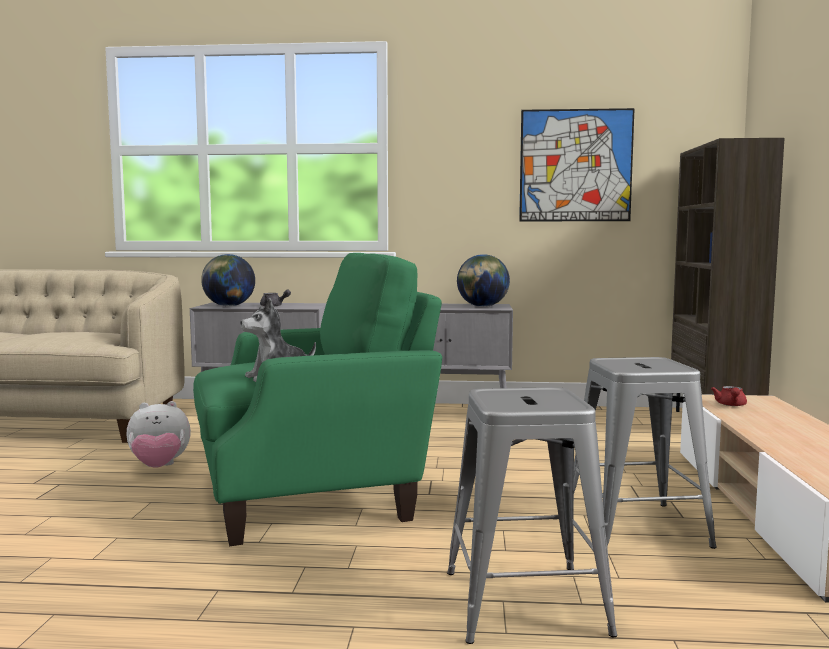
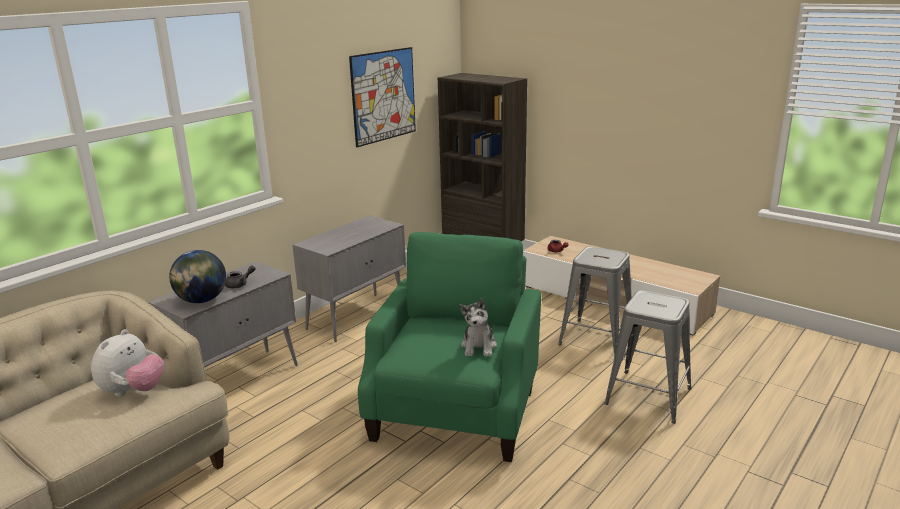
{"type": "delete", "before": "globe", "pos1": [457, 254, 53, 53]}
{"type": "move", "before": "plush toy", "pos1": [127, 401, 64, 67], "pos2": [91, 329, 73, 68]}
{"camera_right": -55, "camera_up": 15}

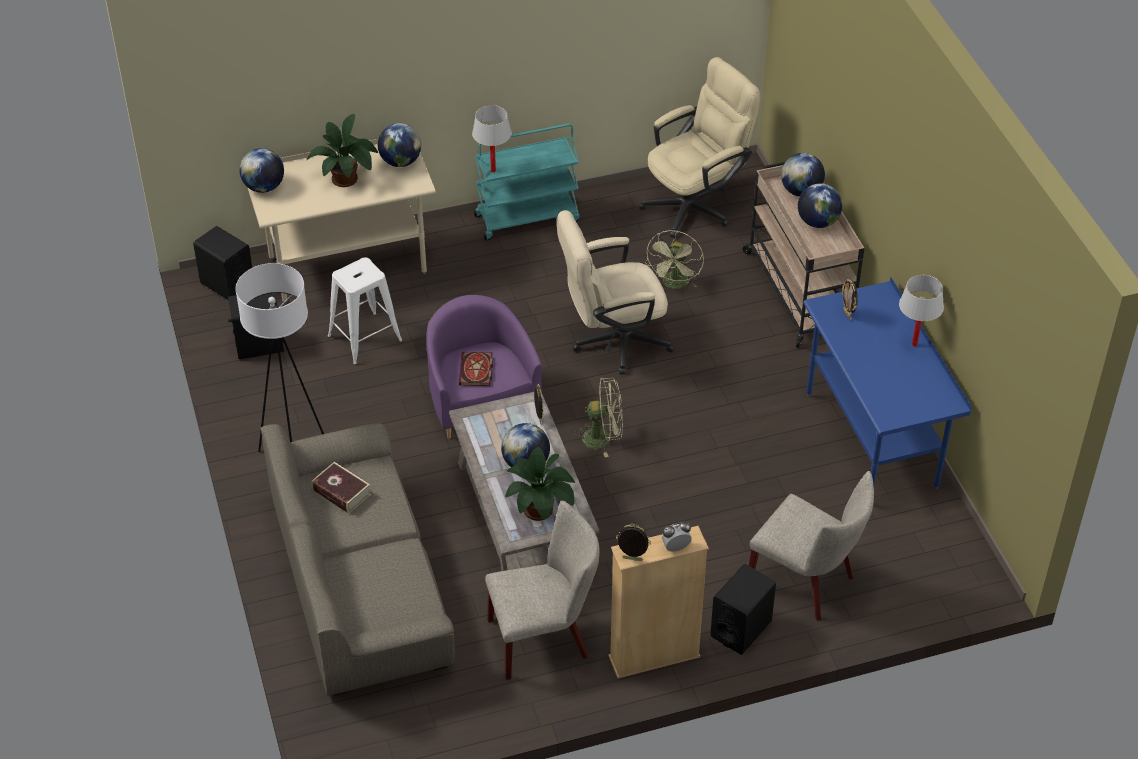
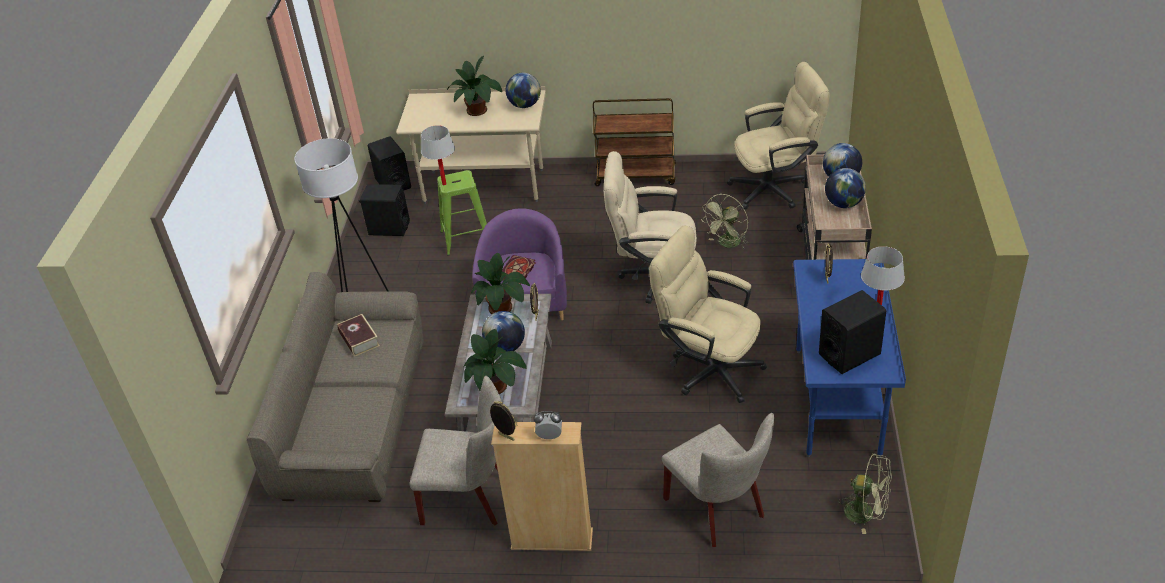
{"type": "move", "before": "white table lamp", "pos1": [472, 105, 40, 67], "pos2": [421, 125, 34, 60]}
{"type": "recolor", "before": "turquoise cart", "after": "brown cart", "pos1": [474, 124, 106, 116], "pos2": [593, 98, 83, 88]}
{"type": "delete", "before": "globe", "pos1": [239, 148, 45, 45]}
{"type": "recolor", "before": "white stool", "after": "green stool", "pos1": [328, 257, 75, 108], "pos2": [437, 170, 50, 86]}
{"type": "move", "before": "green fan", "pos1": [574, 378, 49, 80], "pos2": [838, 453, 54, 81]}
{"type": "move", "before": "black speaker", "pos1": [710, 564, 66, 91], "pos2": [819, 290, 67, 84]}
{"type": "insert", "after": "beige office chair", "pos2": [649, 225, 118, 178]}
{"type": "insert", "after": "potted plant", "pos2": [471, 253, 59, 61]}
{"camera_right": 25, "camera_up": -5}

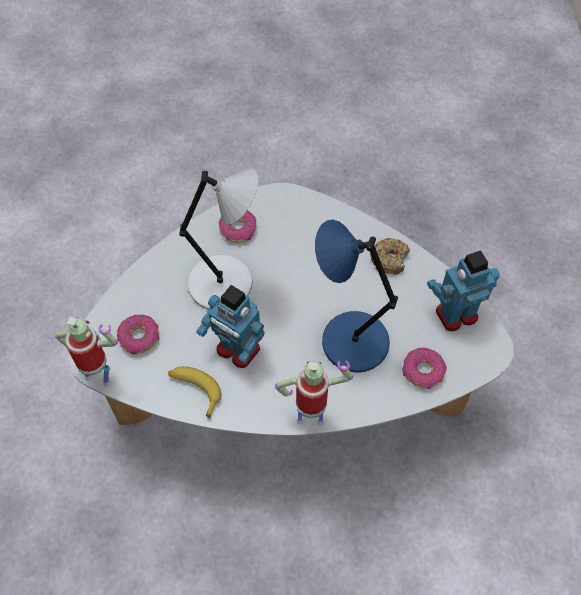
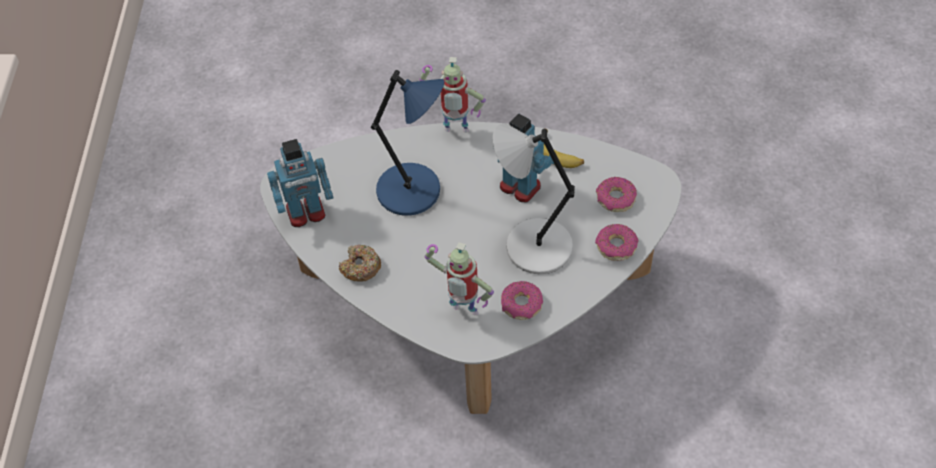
{"type": "move", "before": "toy robot", "pos1": [55, 317, 63, 70], "pos2": [425, 242, 69, 73]}
{"type": "move", "before": "donut", "pos1": [402, 348, 45, 41], "pos2": [595, 224, 44, 37]}
{"camera_right": -175, "camera_up": -5}

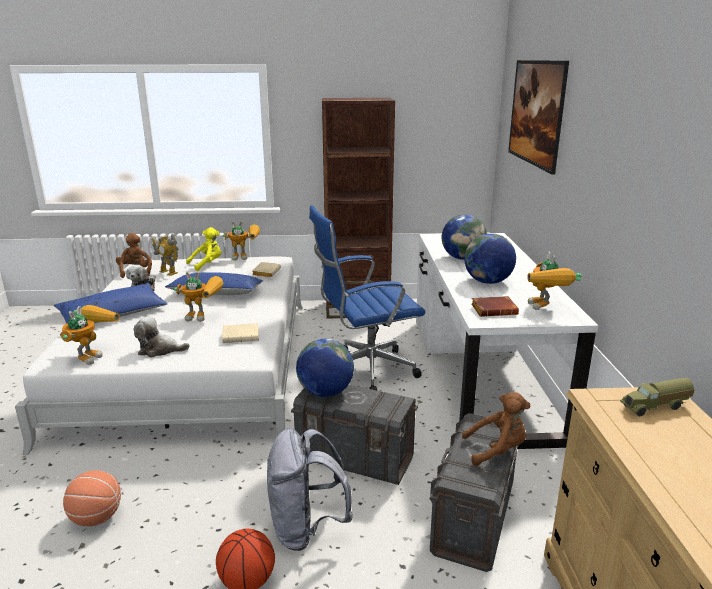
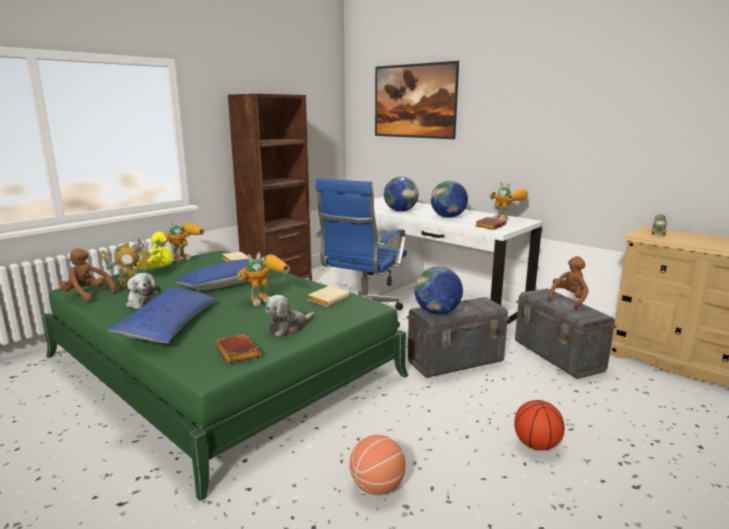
{"type": "rotate", "before": "yellow plush toy", "pos1": [186, 227, 35, 44], "pos2": [133, 231, 40, 44], "turn": 90}
{"type": "recolor", "before": "white bed", "after": "green bed", "pos1": [15, 256, 288, 199], "pos2": [42, 251, 366, 250]}
{"type": "replace", "before": "toy robot", "after": "brown book", "pos1": [60, 305, 60, 60], "pos2": [215, 334, 46, 29]}
{"type": "delete", "before": "grey backpack", "pos1": [267, 428, 86, 123]}
{"camera_right": -45, "camera_up": -5}

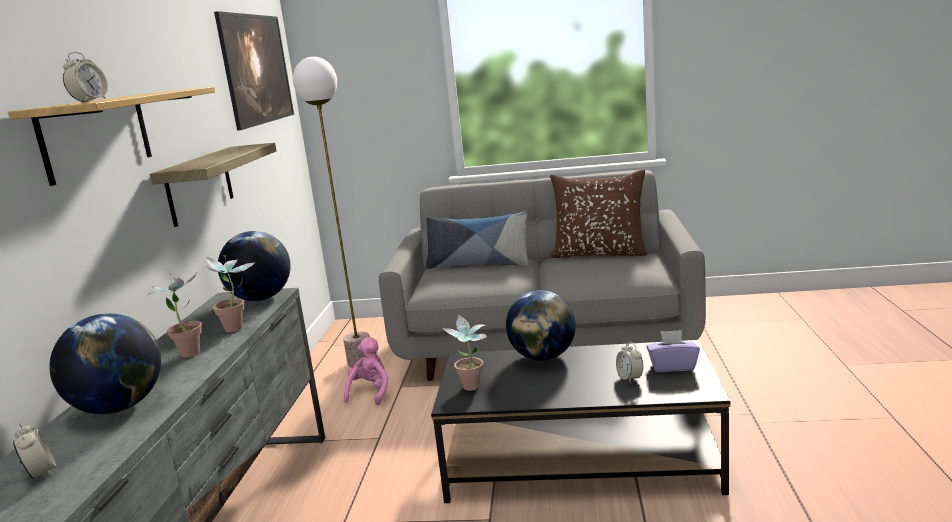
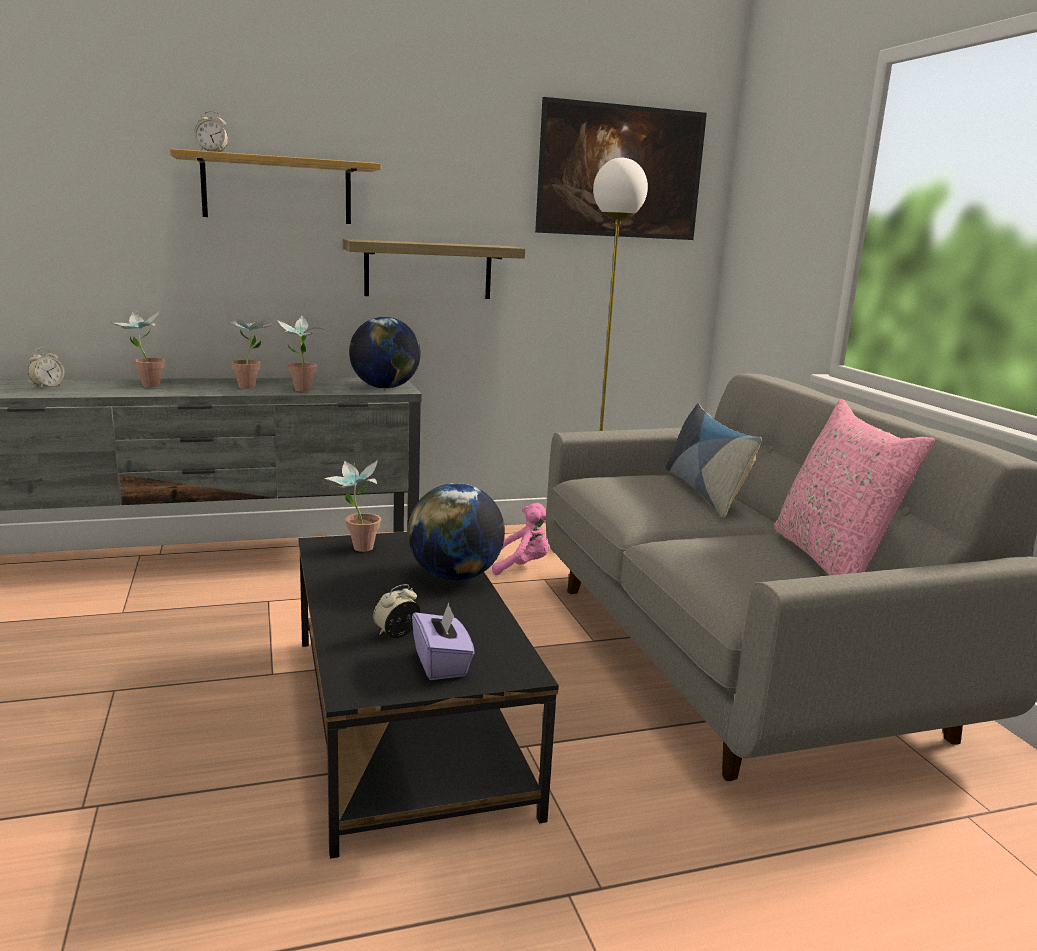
{"type": "recolor", "before": "brown pillow", "after": "pink pillow", "pos1": [550, 170, 98, 88], "pos2": [774, 399, 161, 176]}
{"type": "replace", "before": "globe", "after": "potted plant", "pos1": [49, 313, 112, 101], "pos2": [110, 310, 55, 77]}
{"camera_right": 65, "camera_up": 0}

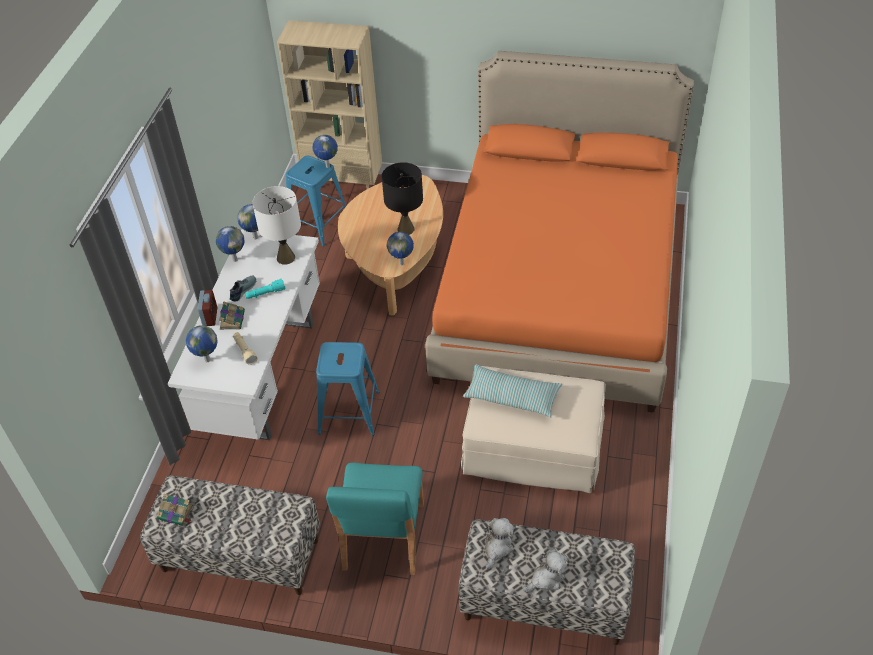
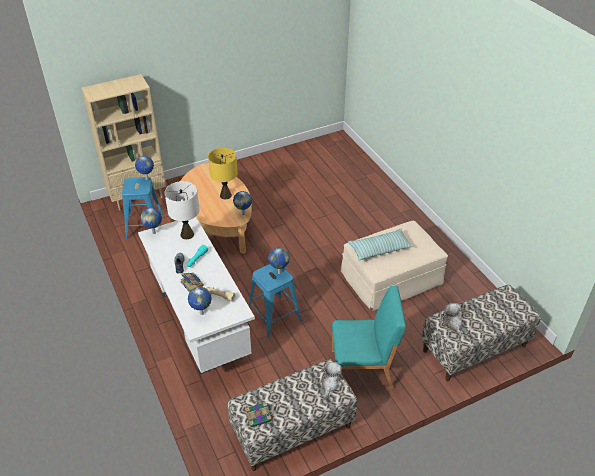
{"type": "delete", "before": "orange bed", "pos1": [425, 51, 269, 362]}
{"type": "recolor", "before": "black table lamp", "after": "yellow table lamp", "pos1": [382, 162, 41, 73], "pos2": [208, 148, 30, 51]}
{"type": "move", "before": "globe", "pos1": [216, 226, 28, 36], "pos2": [268, 248, 22, 26]}
{"type": "delete", "before": "alarm clock", "pos1": [198, 290, 19, 36]}
{"type": "rotate", "before": "turquoise chair", "pos1": [326, 463, 98, 112], "pos2": [332, 286, 74, 103], "turn": -60}
{"type": "move", "before": "plush toy", "pos1": [523, 549, 45, 44], "pos2": [321, 362, 21, 36]}
{"camera_right": -40, "camera_up": -5}

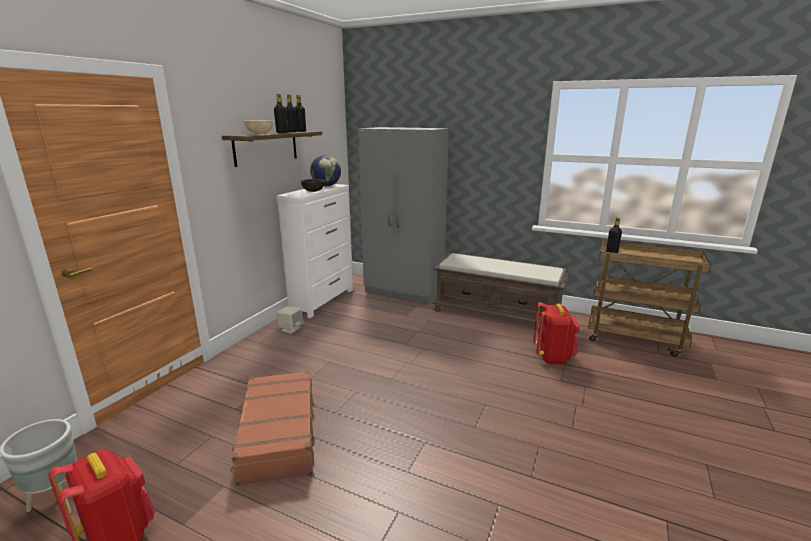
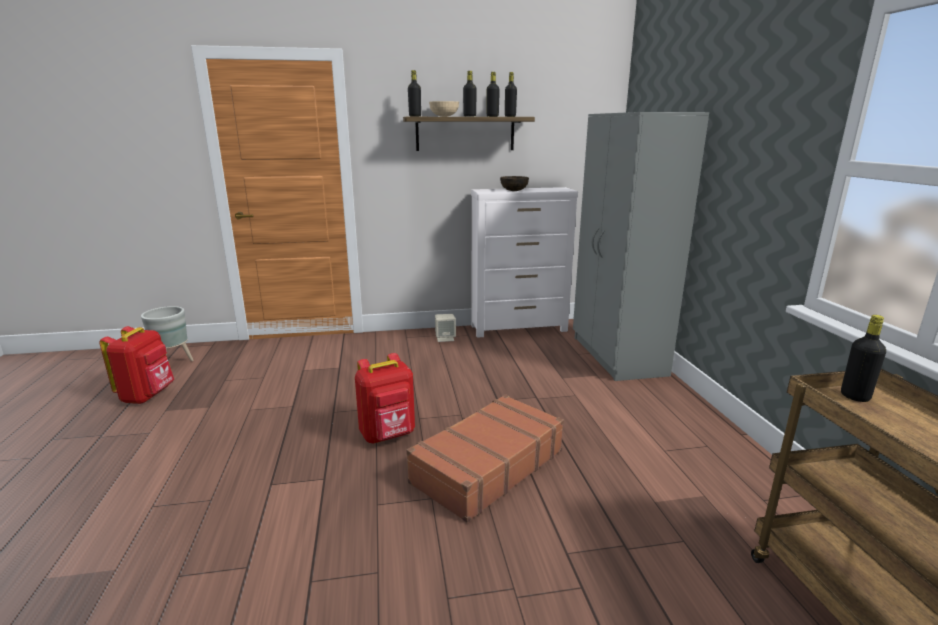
{"type": "delete", "before": "globe", "pos1": [310, 155, 31, 31]}
{"type": "delete", "before": "brown bench", "pos1": [433, 253, 136, 71]}
{"type": "move", "before": "red backpack", "pos1": [533, 302, 46, 63], "pos2": [355, 353, 60, 91]}
{"type": "move", "before": "brown suitcase", "pos1": [230, 371, 84, 115], "pos2": [406, 394, 158, 129]}
{"type": "insert", "after": "black bottle", "pos2": [408, 70, 13, 47]}
{"camera_right": 55, "camera_up": 0}

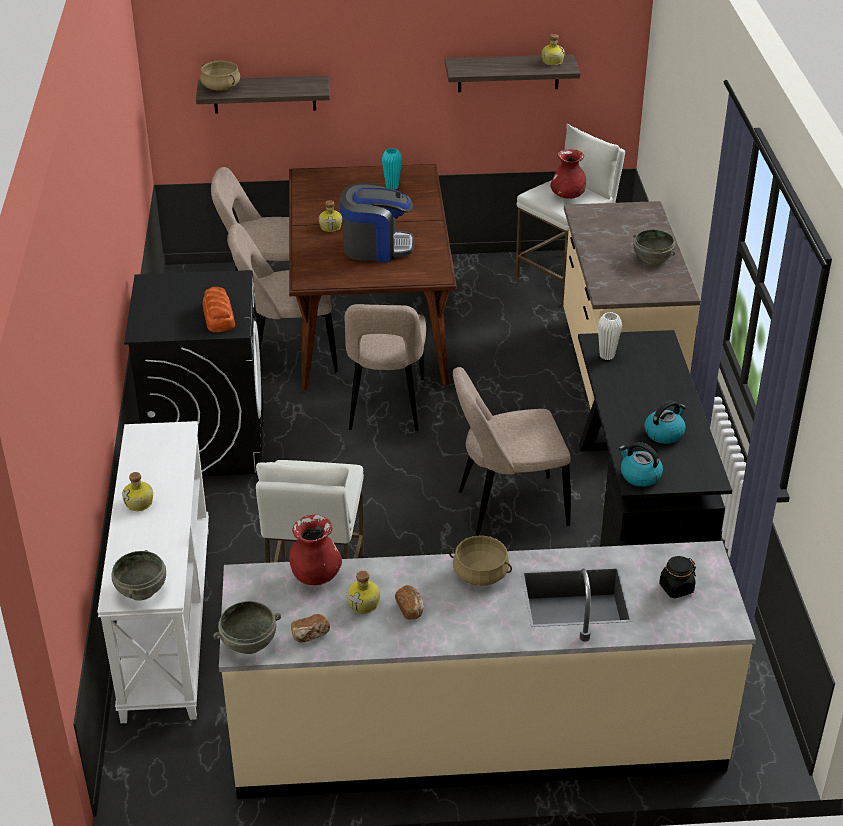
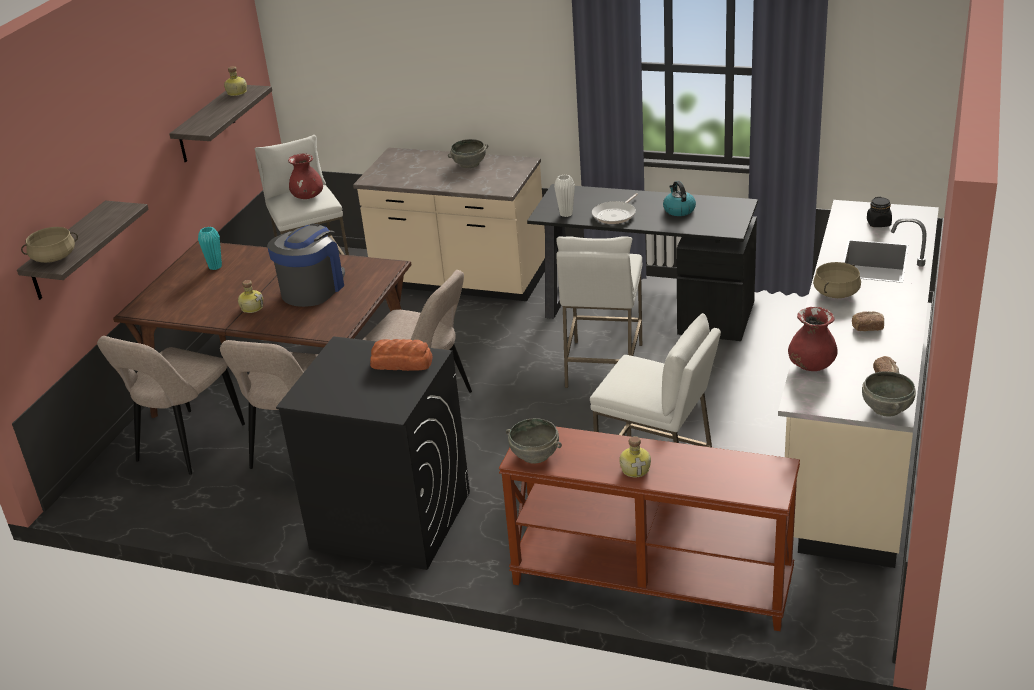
{"type": "replace", "before": "beige chair", "after": "white stool", "pos1": [453, 367, 118, 169], "pos2": [556, 236, 87, 152]}
{"type": "recolor", "before": "white console table", "after": "brown console table", "pos1": [97, 421, 112, 302], "pos2": [499, 426, 301, 205]}
{"type": "delete", "before": "kettle", "pos1": [619, 442, 44, 45]}
{"type": "move", "before": "grey bowl", "pos1": [111, 550, 55, 50], "pos2": [506, 418, 56, 46]}
{"type": "delete", "before": "bottle", "pos1": [347, 571, 33, 43]}
{"type": "insert", "after": "frying pan", "pos2": [592, 193, 46, 31]}
{"camera_right": -65, "camera_up": -5}

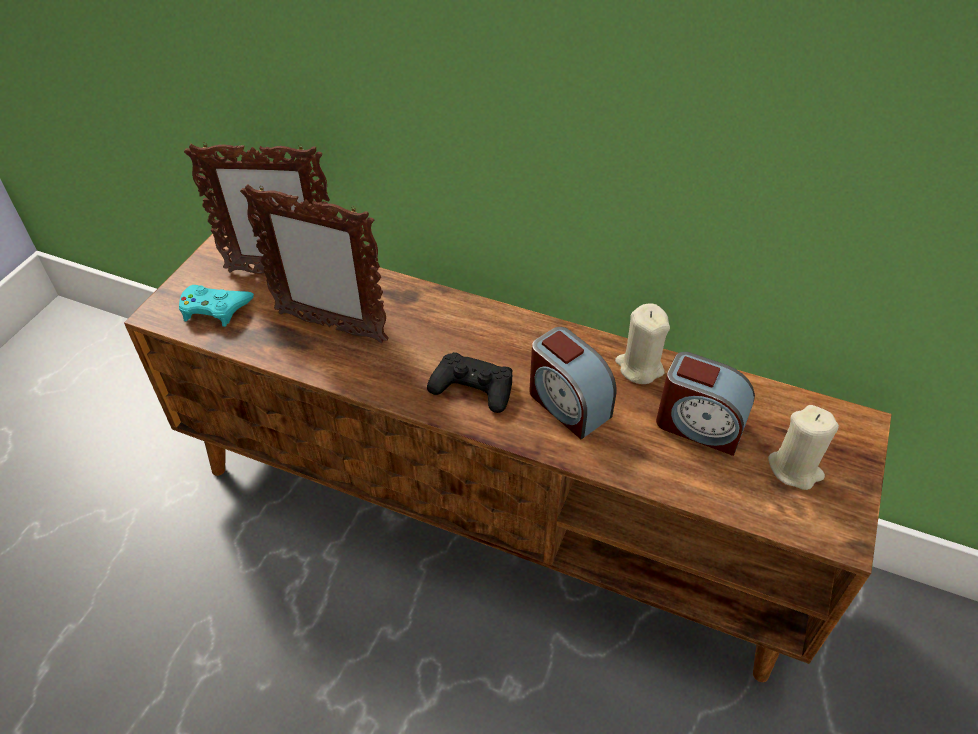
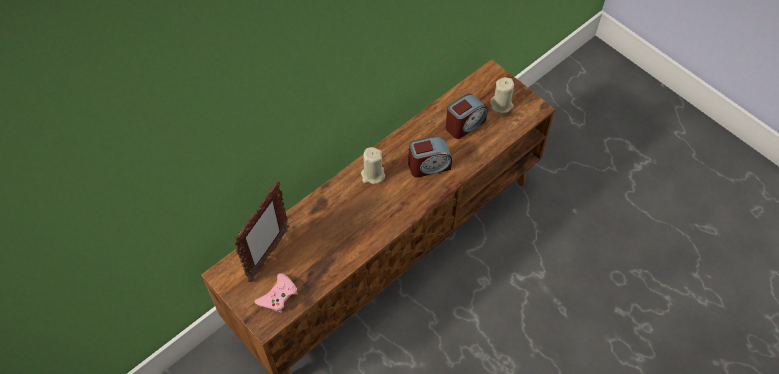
{"type": "delete", "before": "picture frame", "pos1": [240, 184, 149, 159]}
{"type": "recolor", "before": "turquoise game controller", "after": "pink game controller", "pos1": [179, 285, 75, 42], "pos2": [255, 273, 43, 40]}
{"type": "move", "before": "beige candle", "pos1": [615, 304, 55, 80], "pos2": [361, 147, 24, 37]}
{"type": "delete", "before": "black game controller", "pos1": [427, 352, 85, 61]}
{"camera_right": -65, "camera_up": 10}

